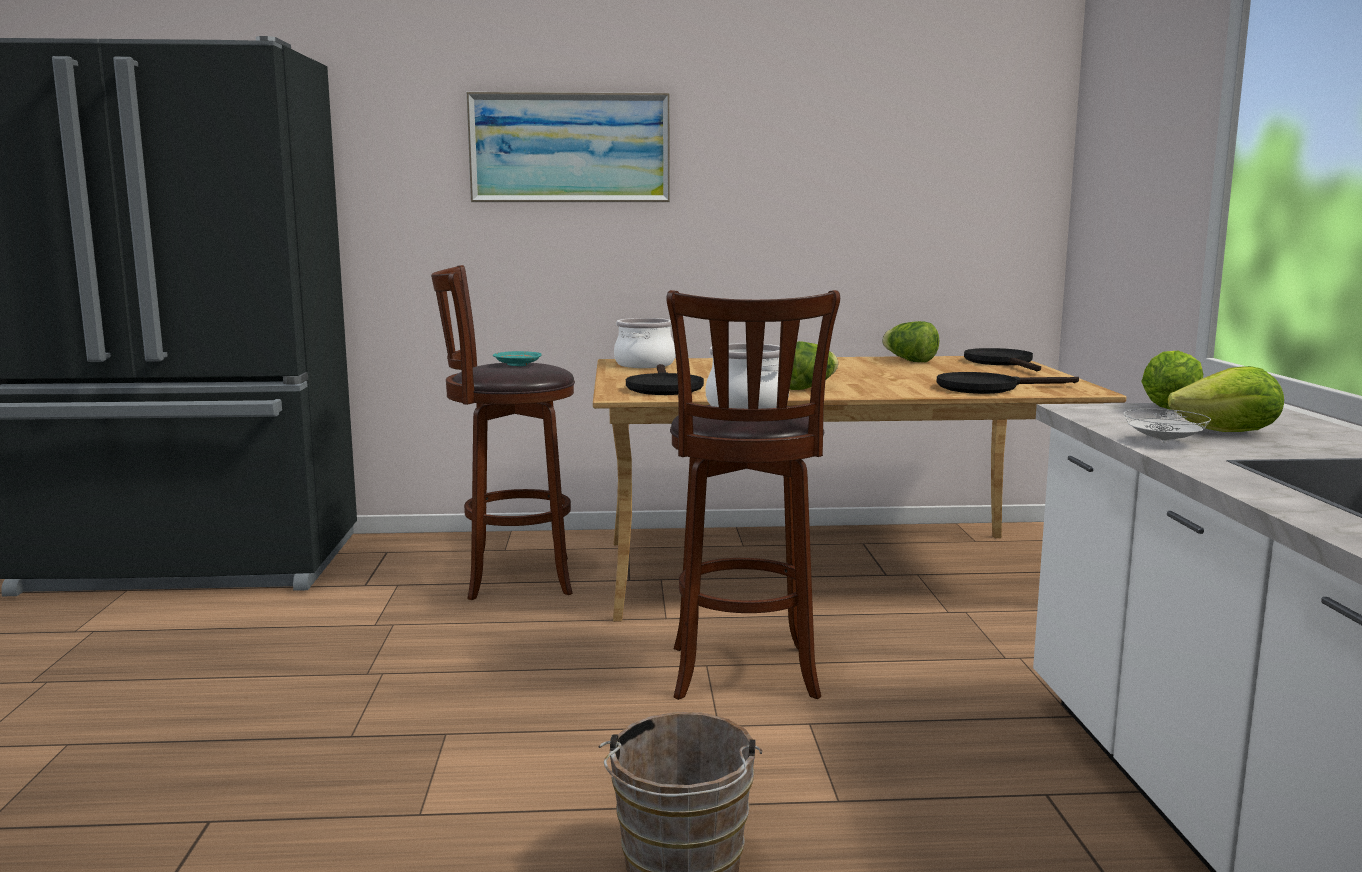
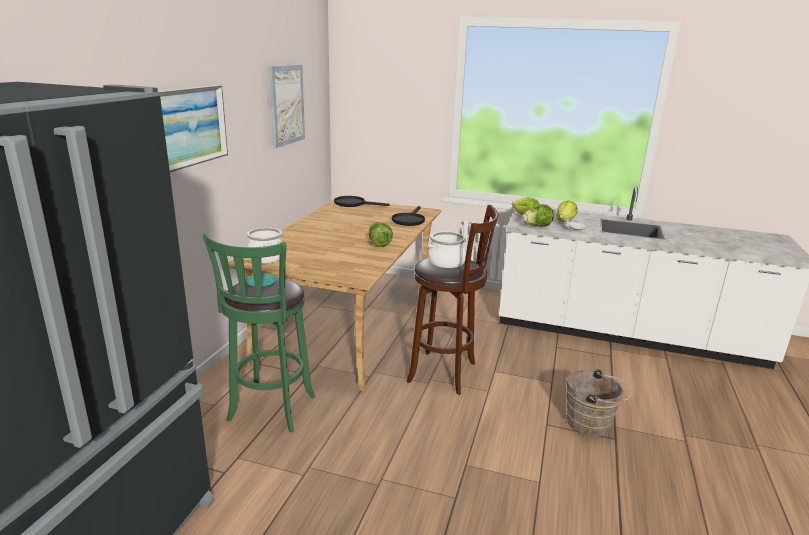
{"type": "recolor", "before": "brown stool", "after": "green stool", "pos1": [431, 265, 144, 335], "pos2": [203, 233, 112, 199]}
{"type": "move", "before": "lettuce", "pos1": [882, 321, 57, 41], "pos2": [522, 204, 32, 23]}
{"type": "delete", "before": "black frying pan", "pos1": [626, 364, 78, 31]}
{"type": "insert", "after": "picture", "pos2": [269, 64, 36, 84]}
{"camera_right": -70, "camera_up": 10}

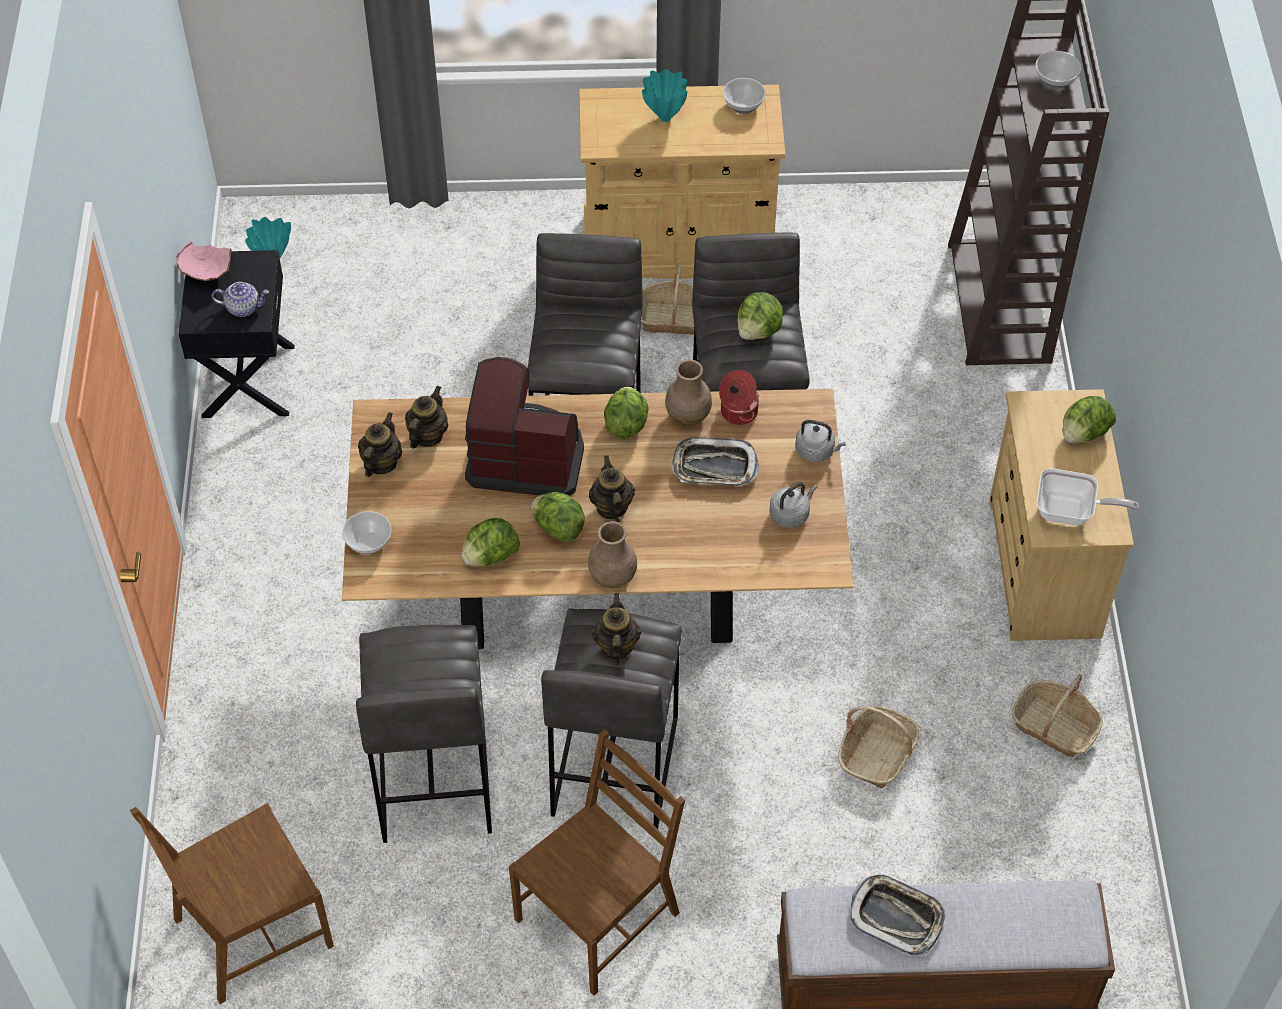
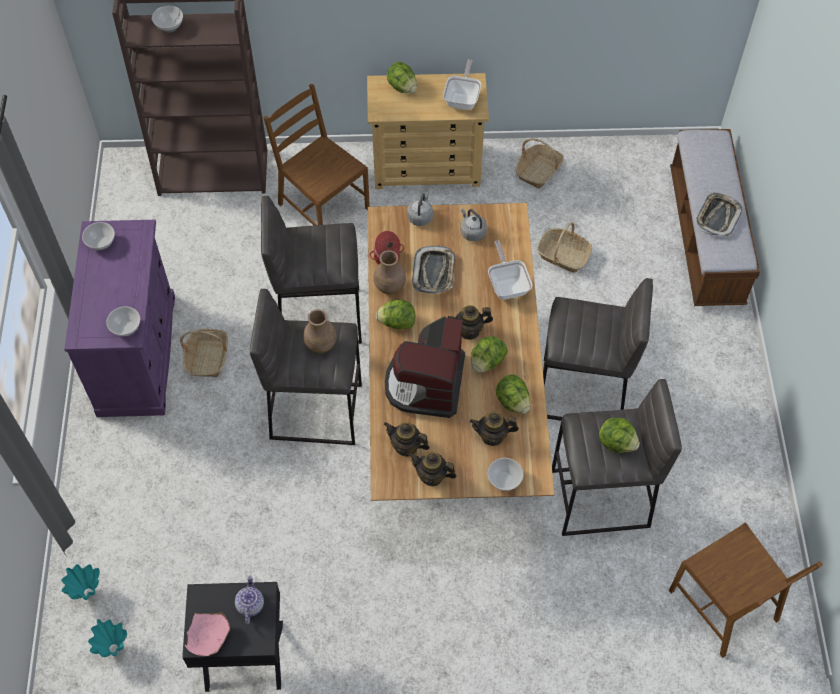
{"type": "move", "before": "turquoise vase", "pos1": [642, 69, 45, 53], "pos2": [61, 564, 39, 36]}
{"type": "recolor", "before": "beige cabinet", "after": "purple cabinet", "pos1": [579, 85, 207, 194], "pos2": [64, 220, 111, 197]}
{"type": "move", "before": "lettuce", "pos1": [737, 292, 46, 48], "pos2": [599, 418, 41, 35]}
{"type": "move", "before": "brown vase", "pos1": [588, 521, 49, 67], "pos2": [303, 309, 34, 44]}
{"type": "move", "before": "teapot", "pos1": [592, 593, 49, 73], "pos2": [470, 412, 49, 34]}
{"type": "move", "before": "brown chair", "pos1": [509, 729, 176, 267], "pos2": [263, 84, 107, 142]}
{"type": "insert", "after": "frying pan", "pos2": [488, 241, 44, 59]}
{"type": "insert", "after": "bowl", "pos2": [106, 306, 34, 30]}
{"camera_right": -90, "camera_up": 5}

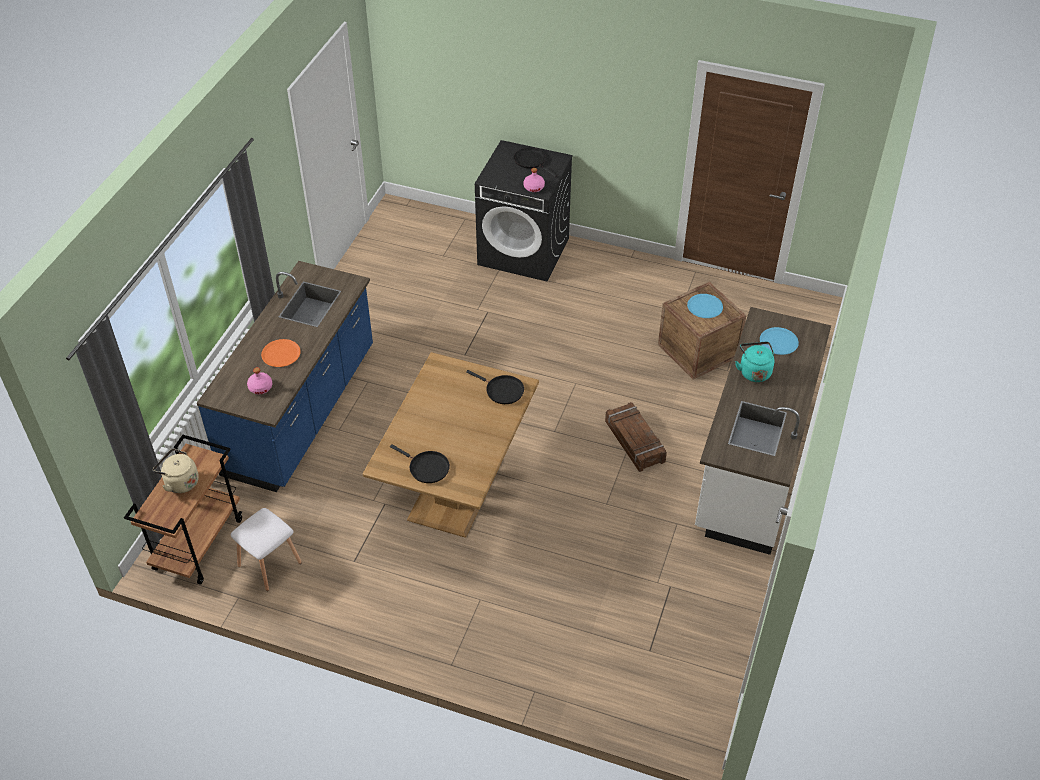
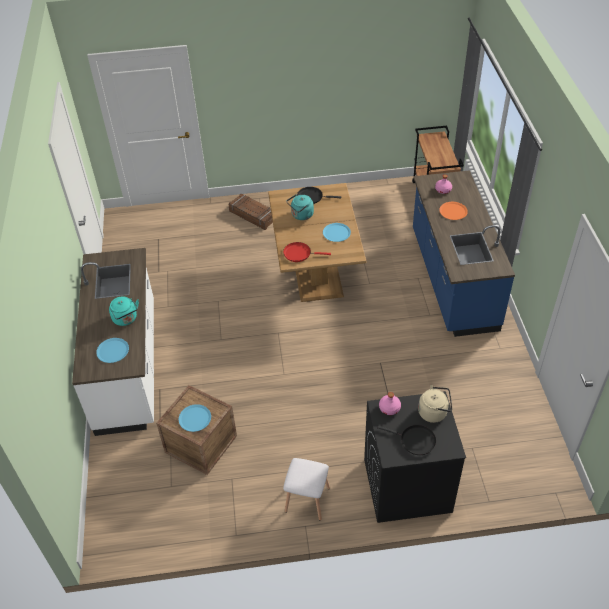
{"type": "recolor", "before": "black frying pan", "after": "red frying pan", "pos1": [466, 370, 58, 34], "pos2": [283, 242, 48, 20]}
{"type": "move", "before": "crate", "pos1": [605, 402, 62, 70], "pos2": [228, 194, 45, 36]}
{"type": "move", "before": "beige kettle", "pos1": [153, 448, 46, 45], "pos2": [418, 385, 34, 38]}
{"type": "move", "before": "white stool", "pos1": [231, 508, 71, 83], "pos2": [283, 458, 47, 63]}
{"type": "insert", "after": "turquoise kettle", "pos2": [287, 194, 27, 26]}
{"type": "insert", "after": "blue plate", "pos2": [323, 223, 28, 19]}
{"camera_right": 155, "camera_up": 0}

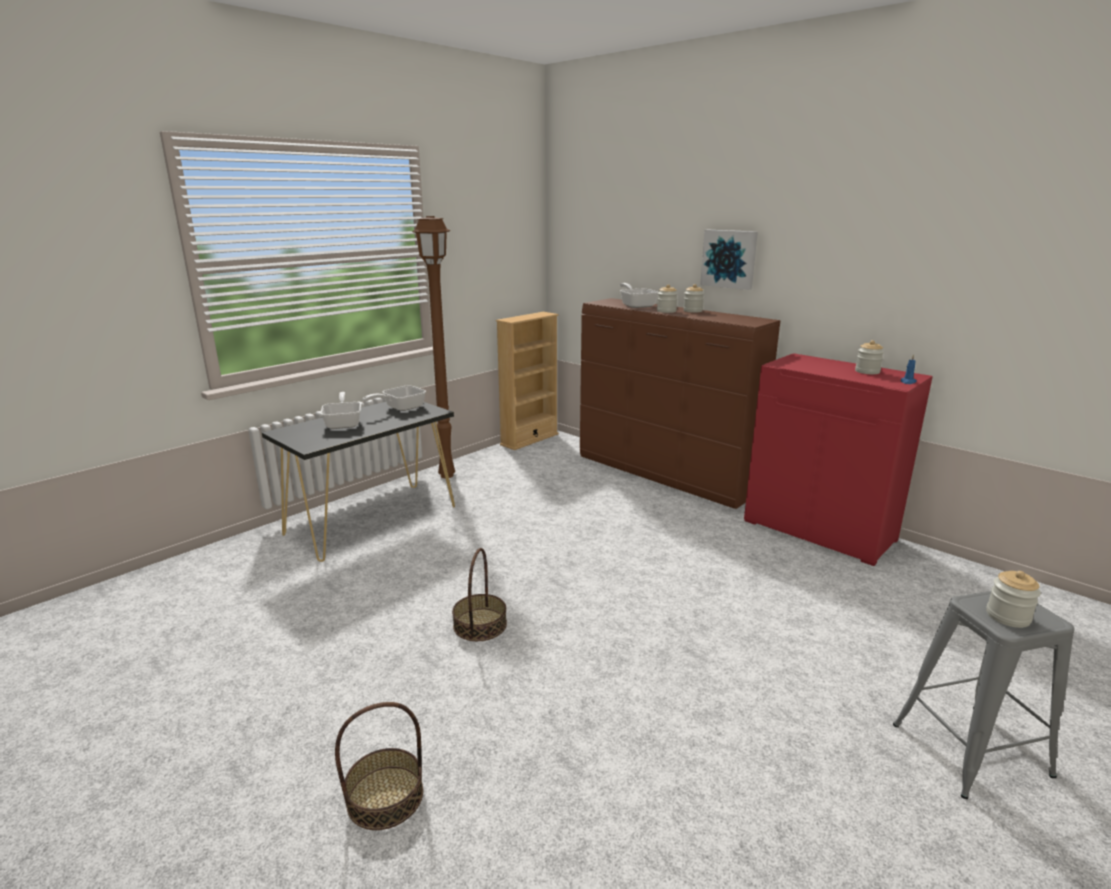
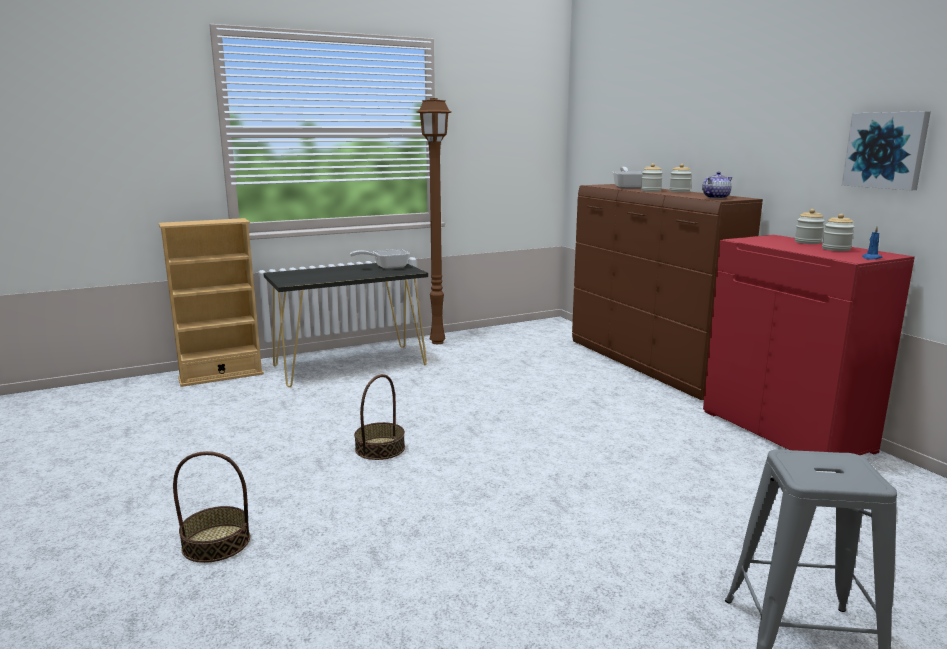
{"type": "move", "before": "picture", "pos1": [700, 230, 58, 60], "pos2": [842, 111, 89, 80]}
{"type": "move", "before": "beige bookcase", "pos1": [496, 312, 63, 138], "pos2": [159, 218, 105, 169]}
{"type": "delete", "before": "frying pan", "pos1": [321, 392, 40, 37]}
{"type": "move", "before": "jar", "pos1": [987, 571, 54, 57], "pos2": [795, 209, 30, 35]}
{"type": "insert", "after": "teapot", "pos2": [702, 172, 31, 27]}
{"camera_right": 20, "camera_up": -5}

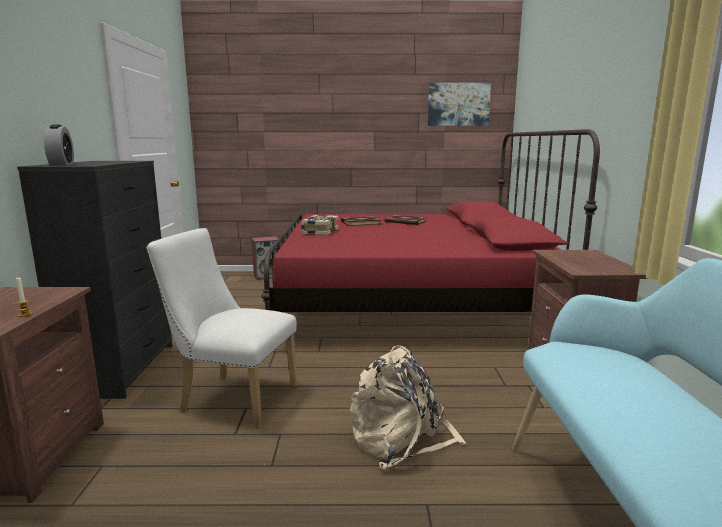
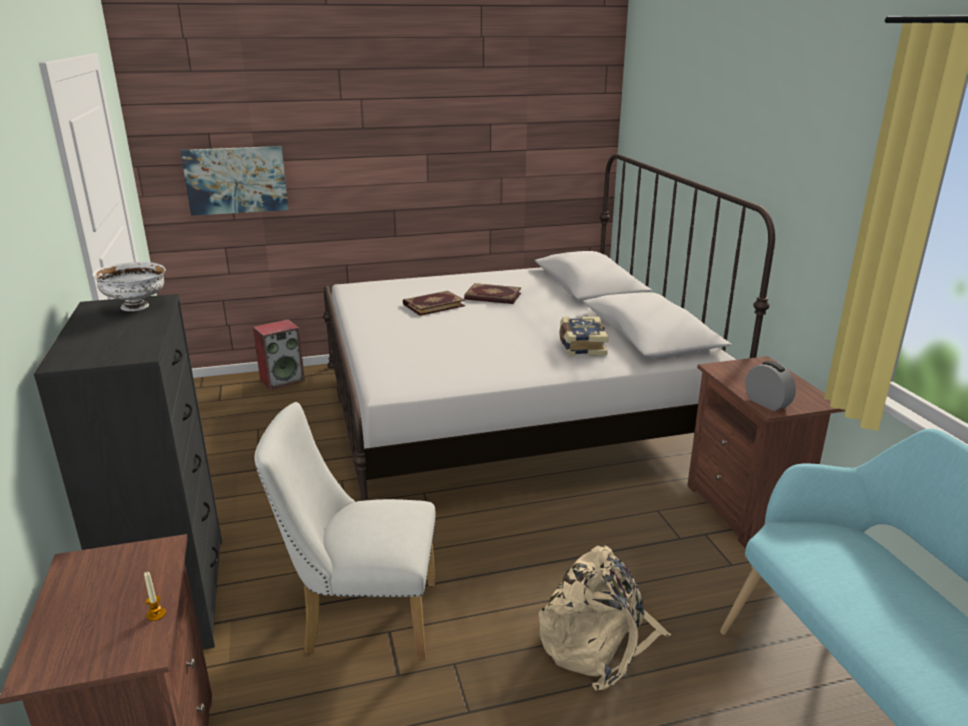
{"type": "move", "before": "picture", "pos1": [427, 83, 64, 43], "pos2": [181, 146, 107, 70]}
{"type": "move", "before": "alarm clock", "pos1": [44, 125, 30, 40], "pos2": [745, 361, 51, 50]}
{"type": "recolor", "before": "red bed", "after": "white bed", "pos1": [261, 129, 339, 183], "pos2": [323, 153, 452, 348]}
{"type": "move", "before": "book", "pos1": [301, 215, 38, 20], "pos2": [559, 317, 50, 39]}
{"type": "insert", "after": "white bowl", "pos2": [92, 262, 74, 49]}
{"camera_right": -15, "camera_up": 10}

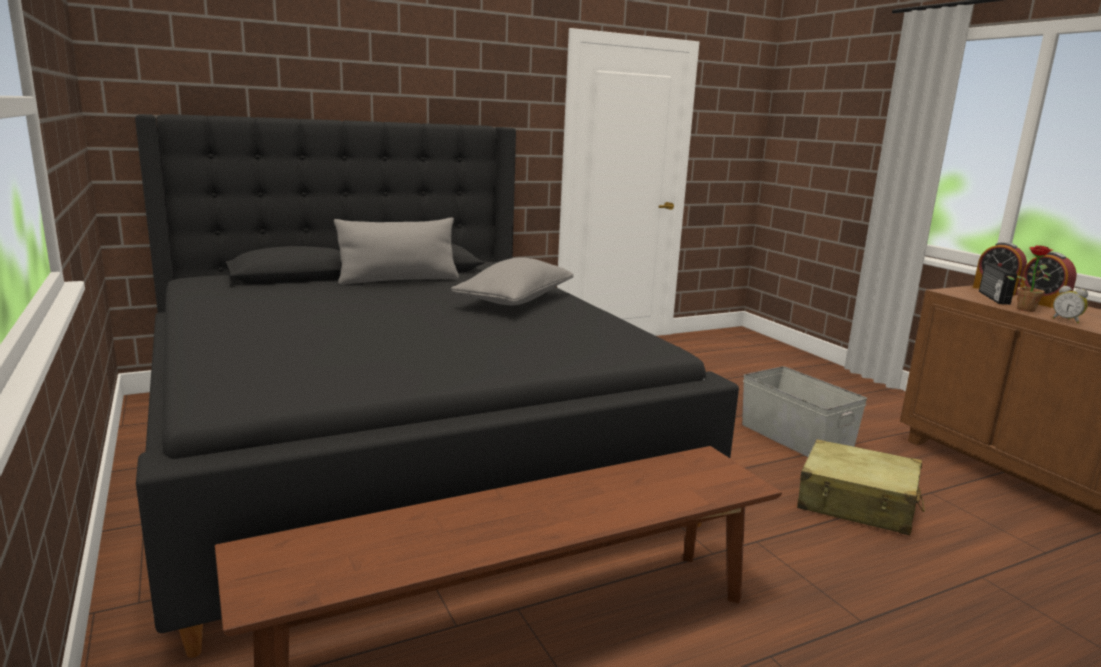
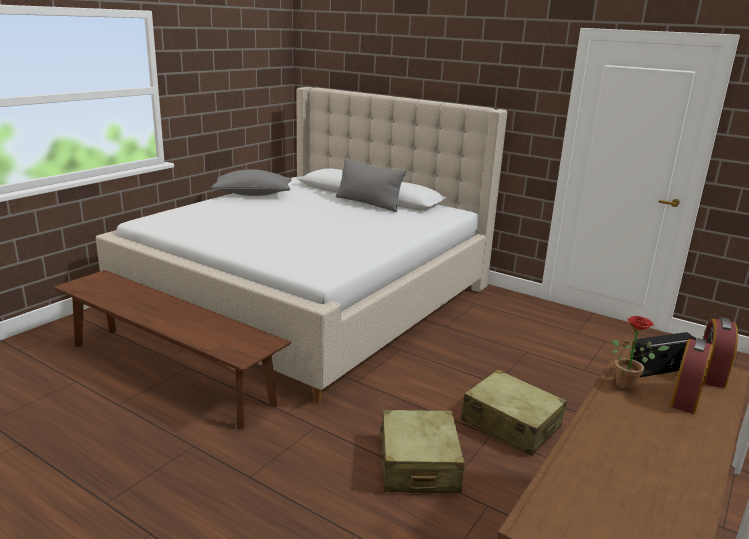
{"type": "recolor", "before": "black bed", "after": "beige bed", "pos1": [135, 114, 604, 544], "pos2": [96, 87, 411, 316]}
{"type": "move", "before": "grey pillow", "pos1": [451, 257, 122, 48], "pos2": [211, 169, 81, 27]}
{"type": "delete", "before": "alarm clock", "pos1": [1052, 286, 36, 38]}
{"type": "replace", "before": "grey storage box", "after": "beige suitcase", "pos1": [742, 366, 125, 91], "pos2": [461, 370, 106, 86]}
{"camera_right": 60, "camera_up": 5}

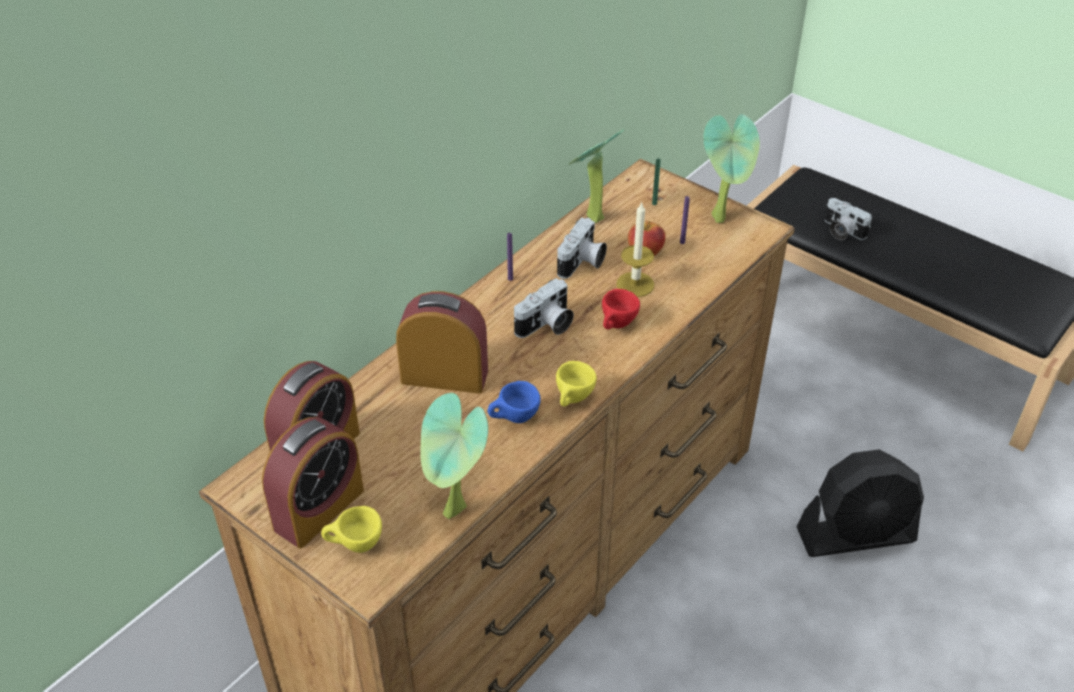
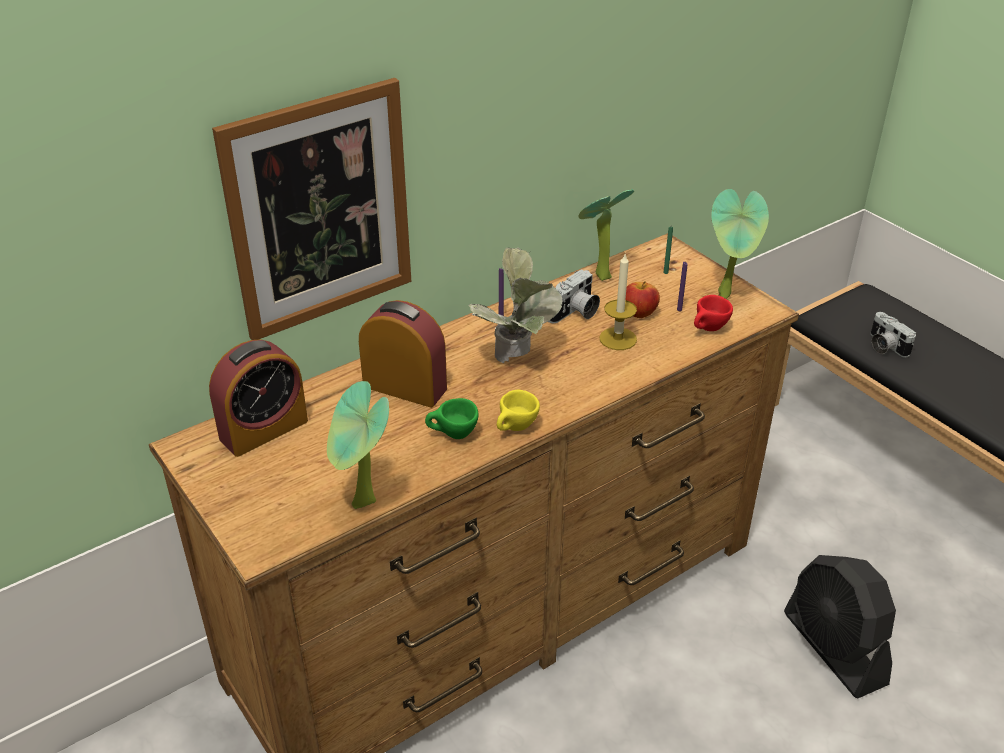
{"type": "replace", "before": "photo camera", "after": "potted plant", "pos1": [514, 278, 60, 60], "pos2": [468, 248, 95, 115]}
{"type": "move", "before": "red cup", "pos1": [602, 289, 38, 40], "pos2": [694, 295, 39, 36]}
{"type": "recolor", "before": "blue cup", "after": "green cup", "pos1": [487, 381, 54, 42], "pos2": [425, 398, 54, 41]}
{"type": "delete", "before": "alarm clock", "pos1": [262, 417, 102, 131]}
{"type": "rotate", "before": "black fan", "pos1": [797, 449, 127, 108], "pos2": [784, 555, 112, 143], "turn": 60}
{"type": "delete", "before": "yellow cup", "pos1": [321, 506, 61, 47]}
{"type": "insert", "after": "picture", "pos2": [212, 78, 199, 262]}
{"camera_right": 15, "camera_up": -5}

